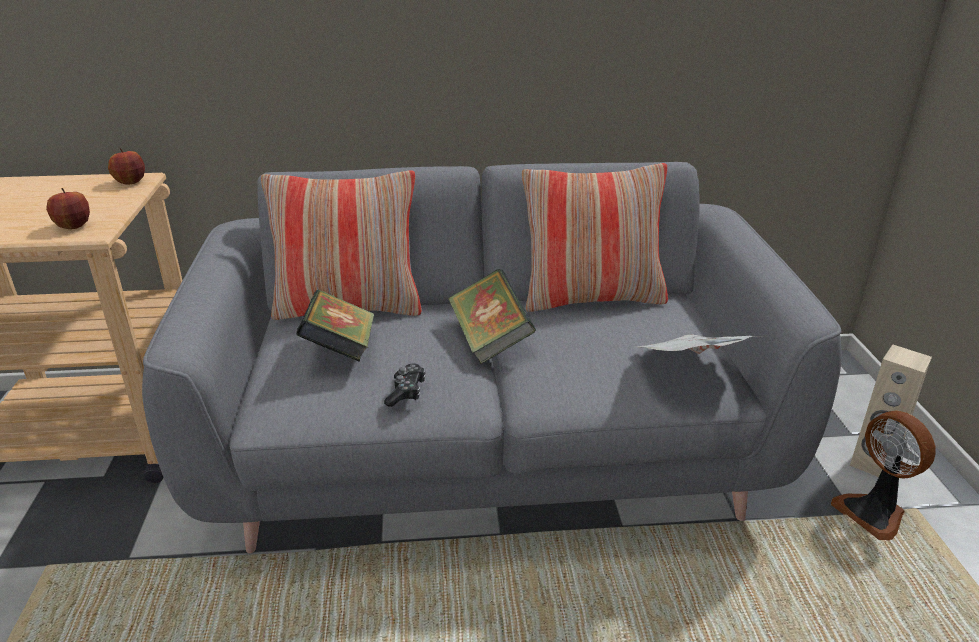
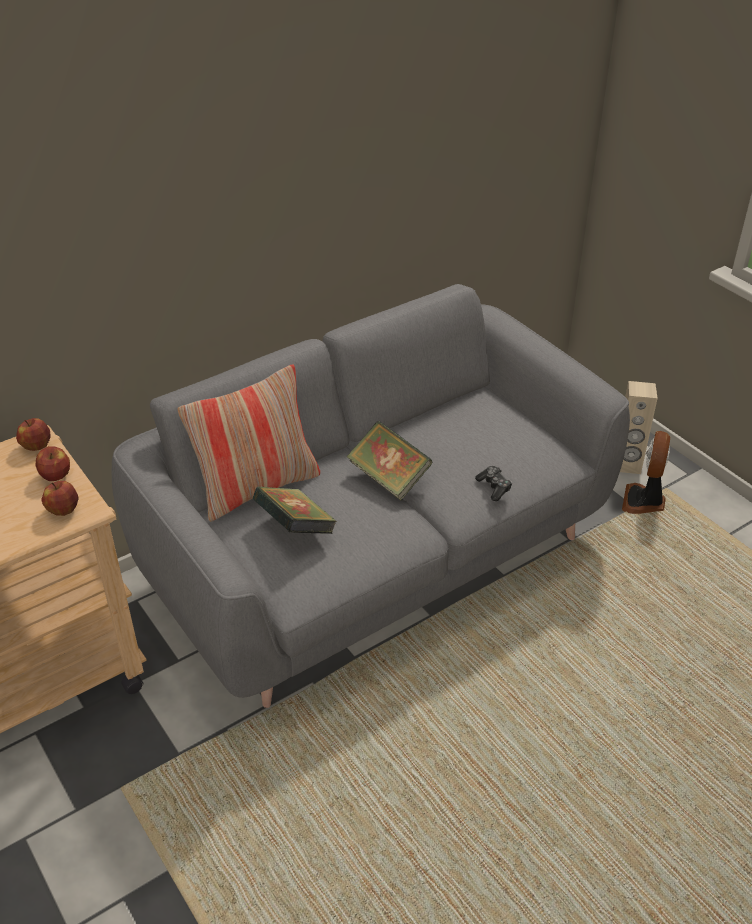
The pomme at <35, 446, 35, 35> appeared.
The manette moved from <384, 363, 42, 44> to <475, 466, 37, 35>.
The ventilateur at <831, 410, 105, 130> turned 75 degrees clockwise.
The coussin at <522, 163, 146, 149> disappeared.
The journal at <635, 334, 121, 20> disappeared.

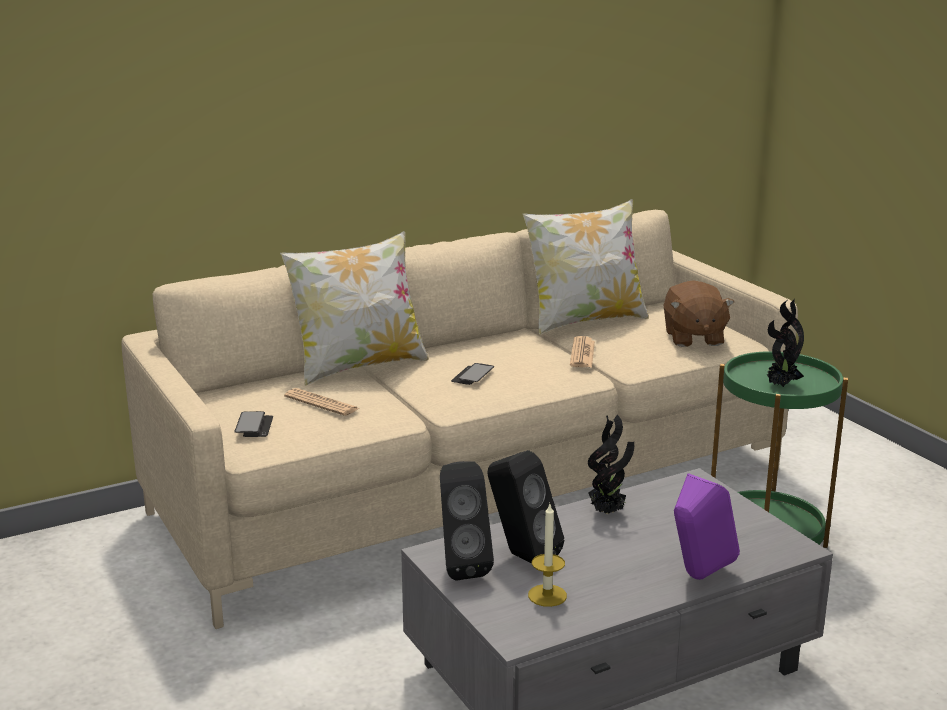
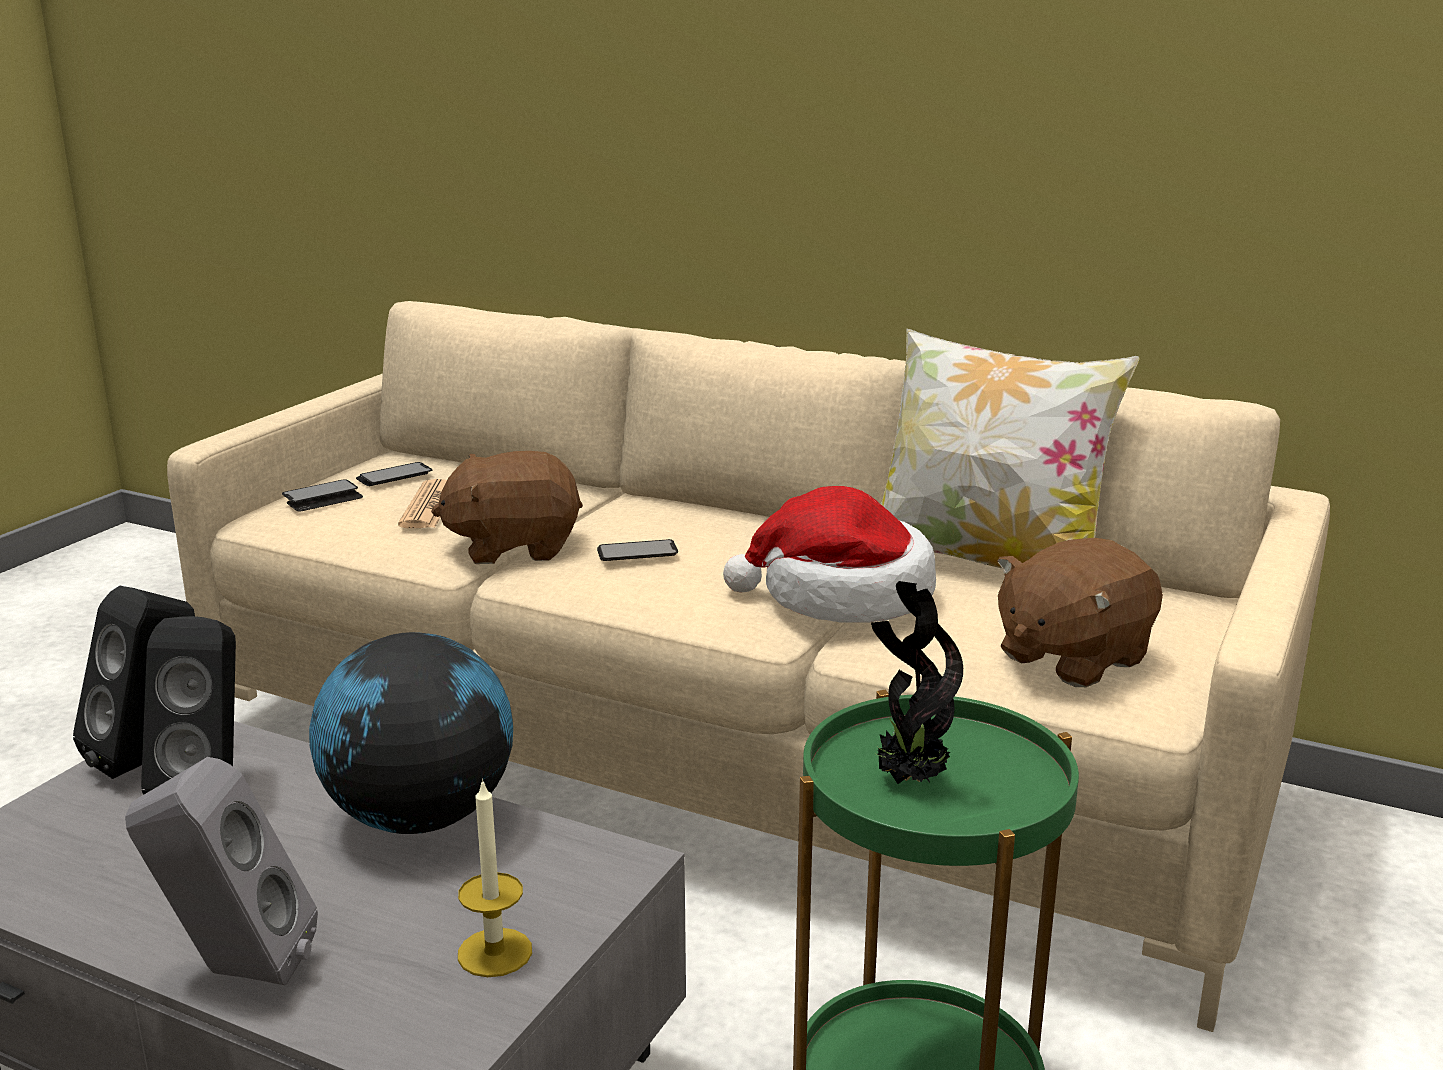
The enceinte (violet) at <674, 473, 66, 107> became the enceinte (gris) at <125, 757, 193, 228>.
The plante en pot at <588, 414, 46, 100> was replaced by the globe at <309, 632, 204, 202>.
The téléphone at <356, 462, 76, 24> appeared.
The peluche (marron) at <431, 451, 152, 113> appeared.
The bougie moved from <528, 504, 39, 103> to <458, 778, 74, 199>.
The journal at <570, 336, 25, 32> was replaced by the chapeau at <723, 486, 213, 137>.
The coussin at <280, 231, 149, 155> disappeared.

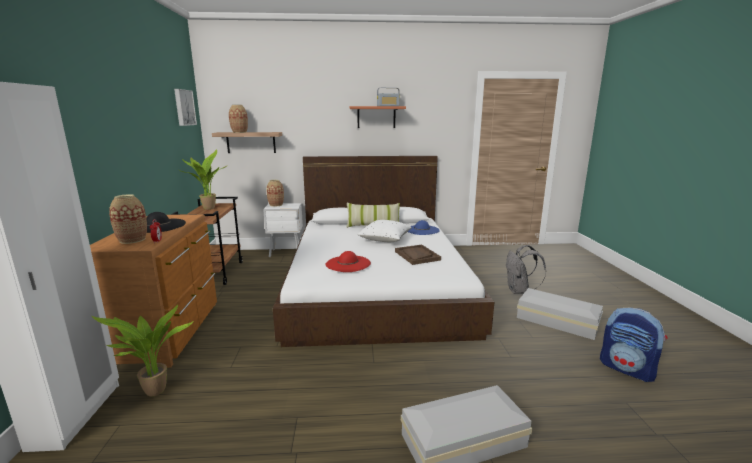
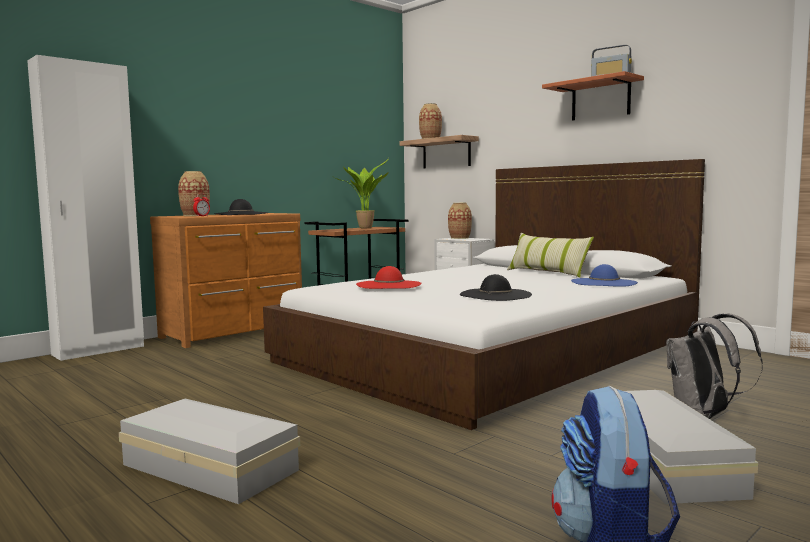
The plateau (marron) at <395, 244, 46, 21> was replaced by the chapeau (noir) at <460, 274, 72, 27>.
The plante en pot at <92, 305, 102, 91> disappeared.
The tableau at <174, 89, 23, 37> disappeared.
The coussin (blanc) at <357, 220, 55, 22> disappeared.

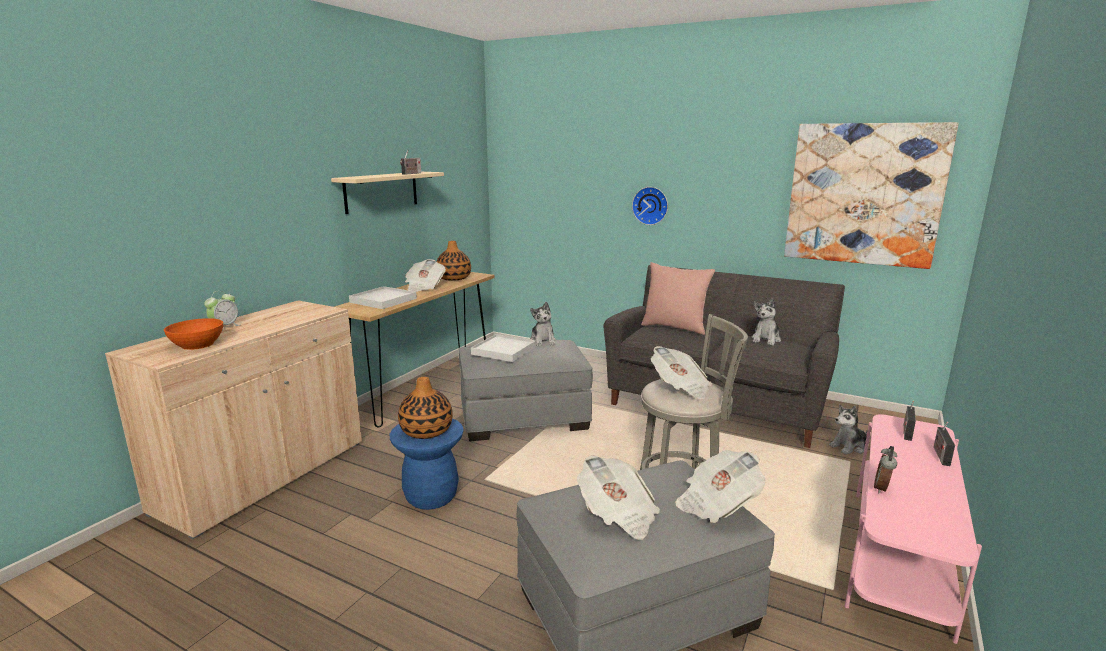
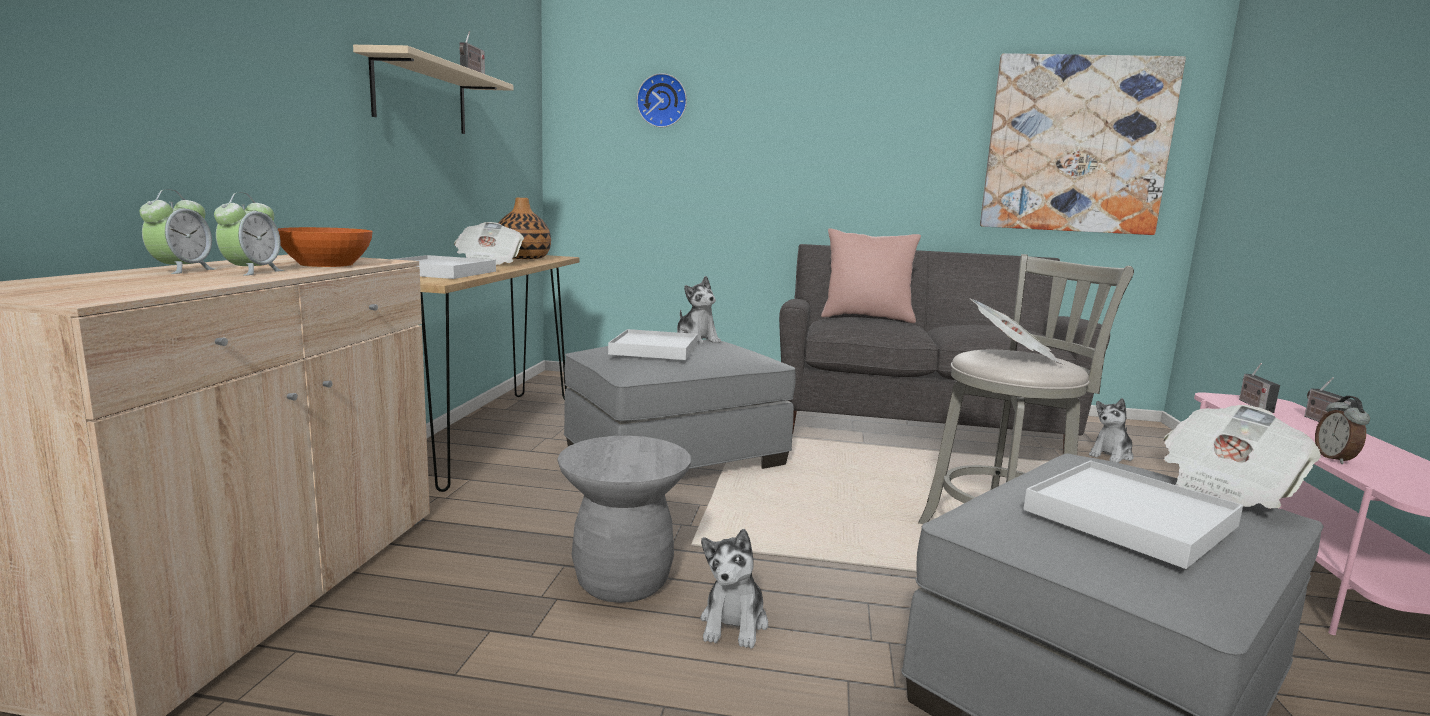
The réveil at <214, 193, 70, 83> appeared.
The bol (orange) moved from <164, 318, 59, 32> to <278, 227, 95, 40>.
The tabouret (bleu) at <390, 418, 74, 92> became the tabouret (gris) at <558, 436, 133, 167>.
The horloge murale moved from <632, 187, 36, 38> to <637, 73, 50, 54>.
The peluche moved from <752, 298, 29, 47> to <701, 529, 67, 120>.
The journal at <577, 455, 83, 85> was replaced by the plateau (blanc) at <1023, 460, 220, 109>.
The vase at <398, 377, 55, 62> disappeared.

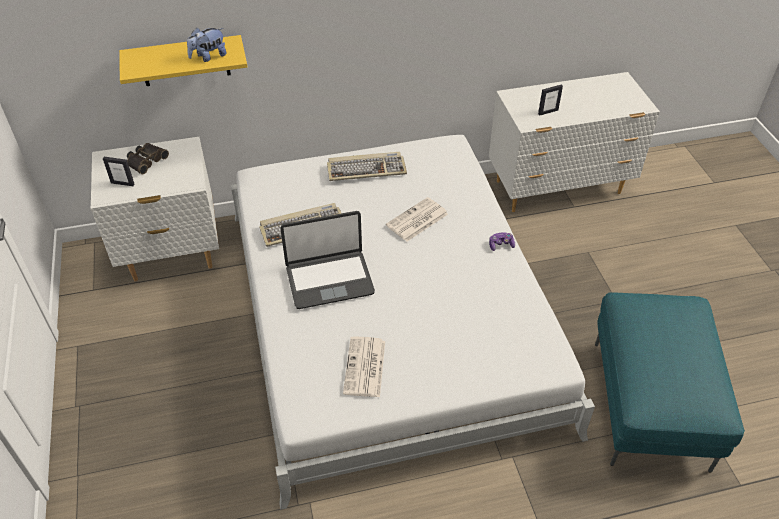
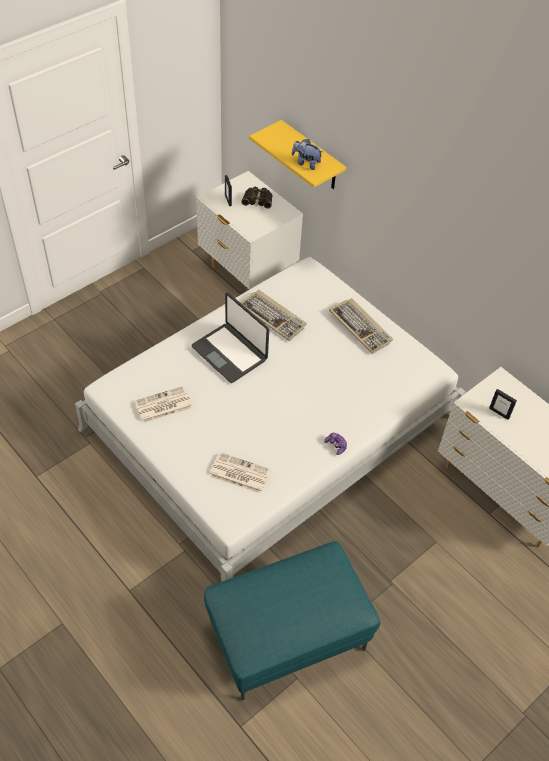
The journal moved from <386, 197, 62, 45> to <209, 452, 62, 42>.

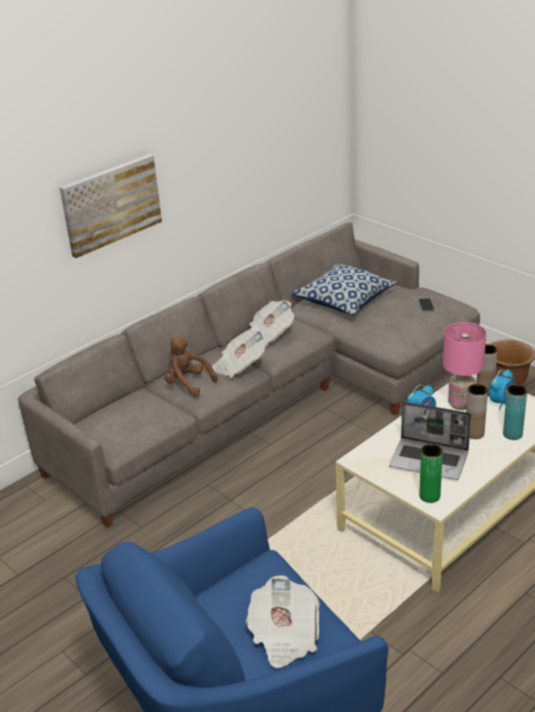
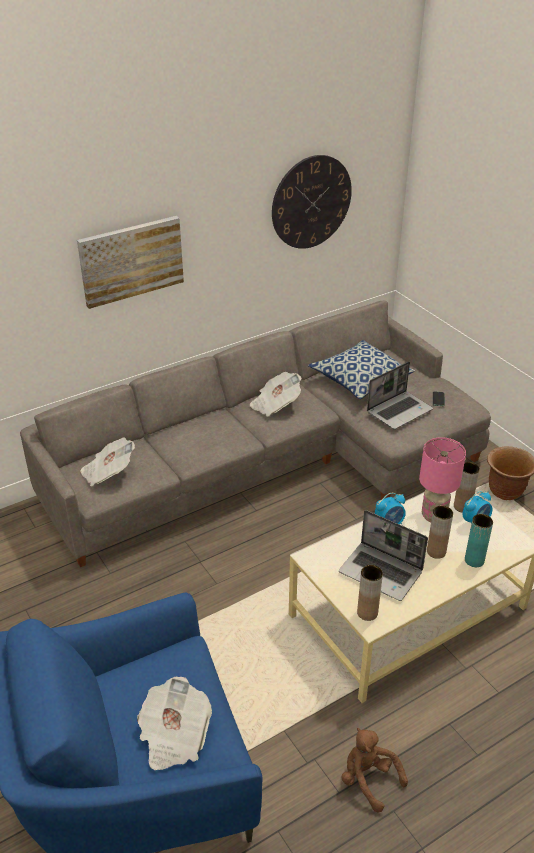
The journal moved from <212, 330, 53, 48> to <80, 437, 55, 49>.
The horloge murale at <272, 155, 80, 94> appeared.
The peluche (marron) moved from <165, 336, 53, 61> to <341, 728, 67, 85>.
The vase (vert) at <419, 444, 24, 59> became the vase (marron) at <357, 565, 26, 56>.
The ordinateur portable at <367, 361, 66, 68> appeared.

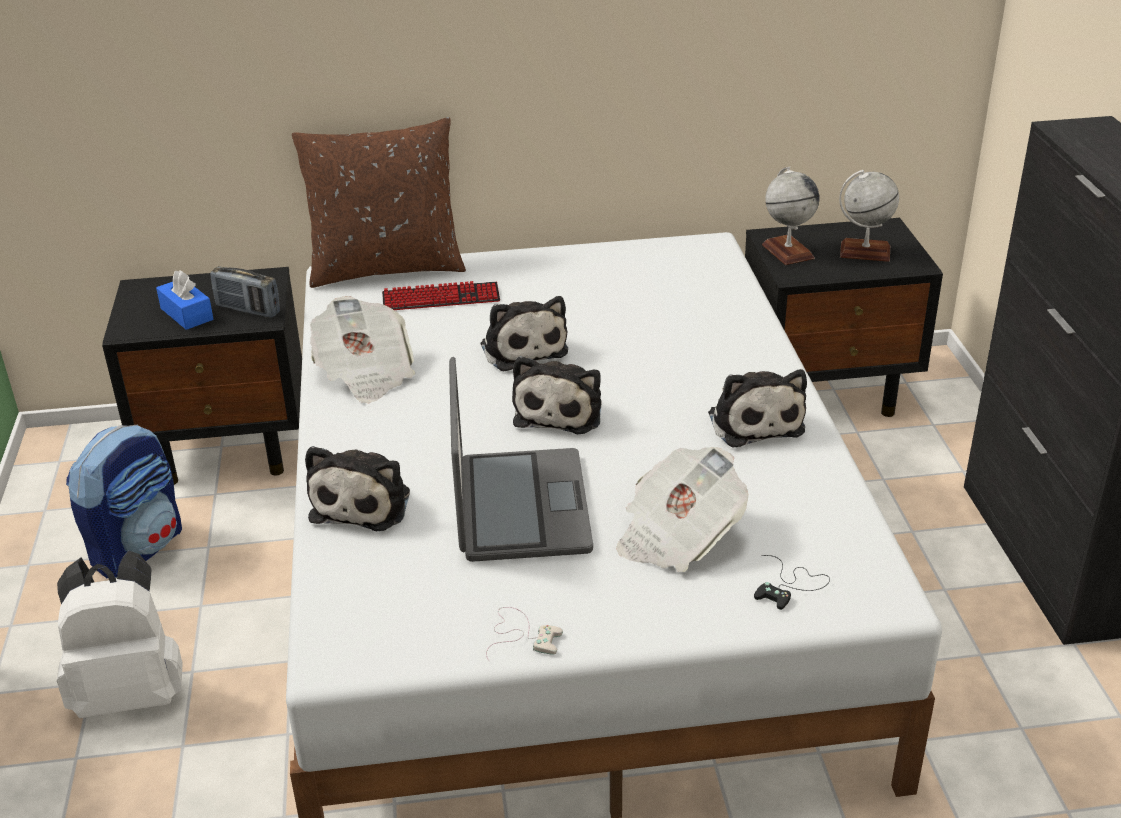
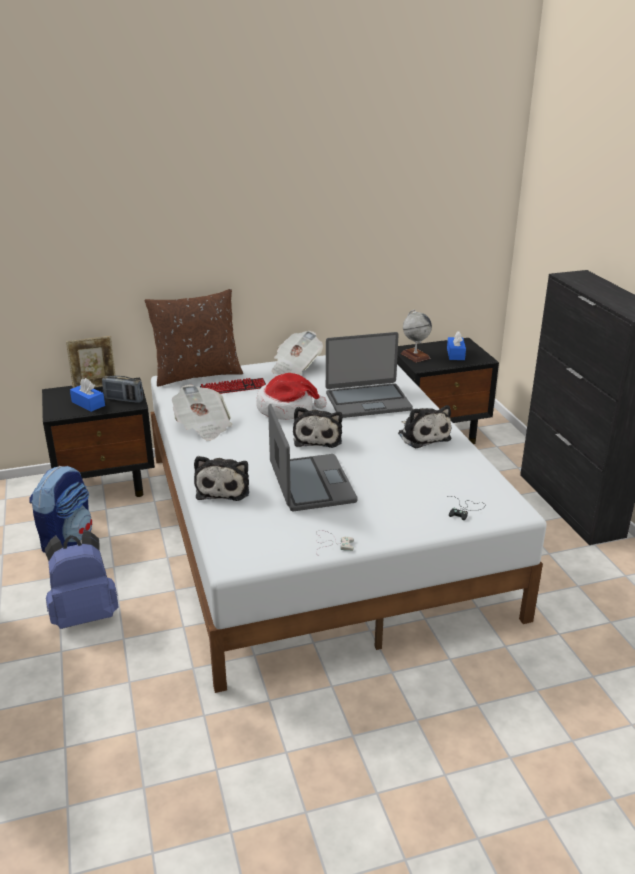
The sac à dos (blanc) at <57, 550, 126, 168> became the sac à dos (bleu) at <45, 529, 74, 100>.
The cadre photo at <66, 336, 50, 52> appeared.
The peluche at <480, 296, 88, 76> was replaced by the chapeau at <256, 373, 71, 47>.
The journal moved from <616, 447, 132, 125> to <272, 331, 51, 44>.
The ordinateur portable at <326, 332, 87, 86> appeared.
The globe at <839, 170, 60, 92> was replaced by the boîte à mouchoirs (bleu) at <447, 331, 19, 29>.

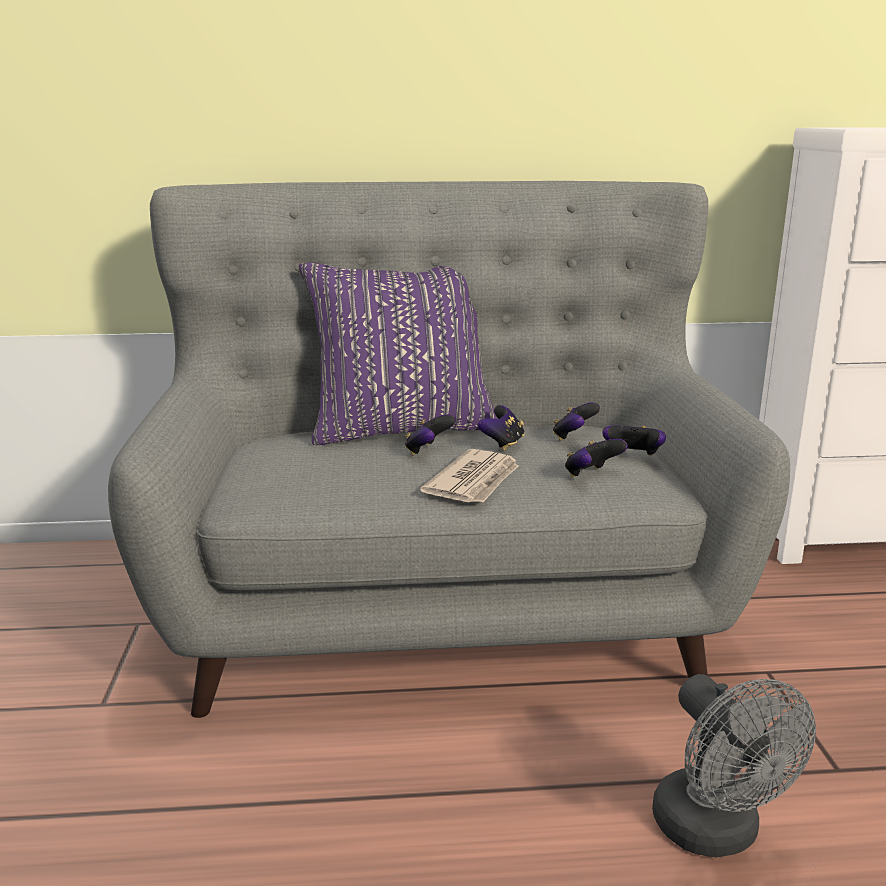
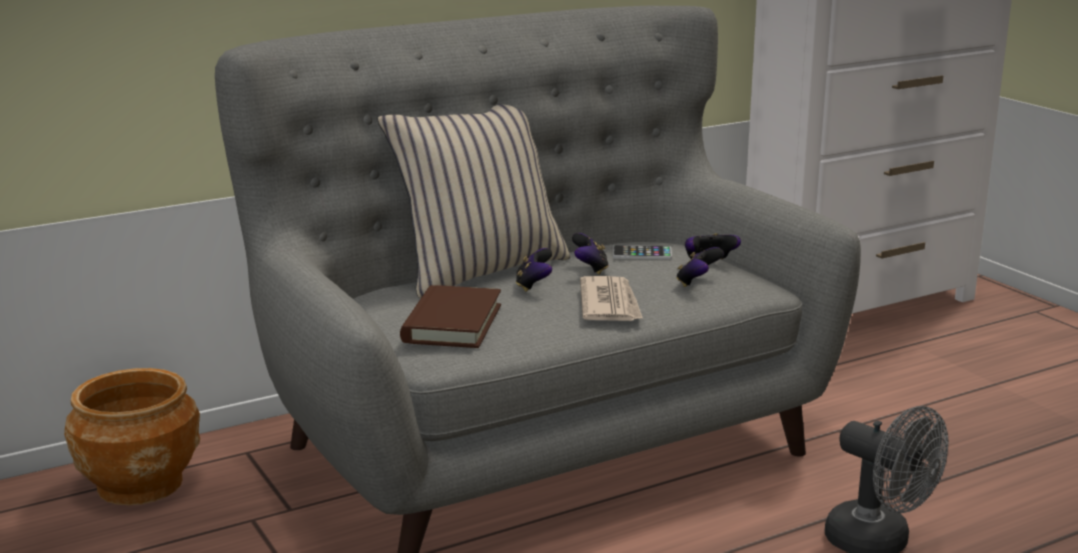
The cache-pot (marron) at <64, 368, 136, 137> appeared.
The coussin (violet) at <299, 263, 198, 182> became the coussin (beige) at <377, 104, 194, 194>.
The livre (marron) at <400, 285, 101, 63> appeared.
The manette at <553, 402, 47, 39> was replaced by the téléphone at <613, 245, 59, 14>.

